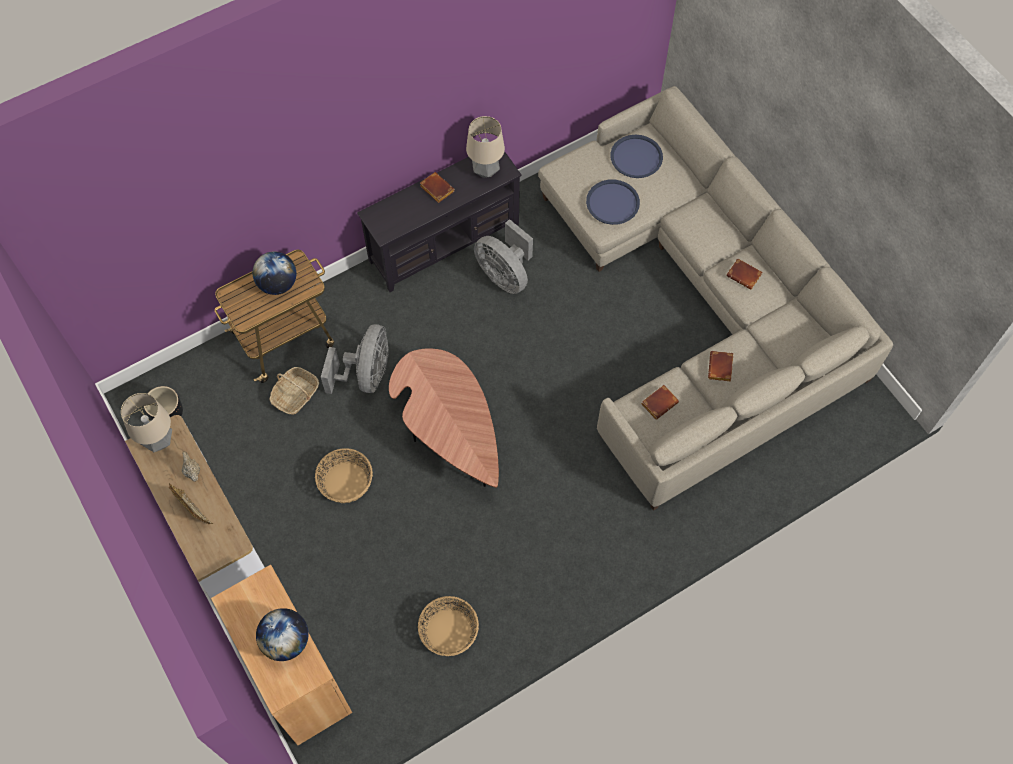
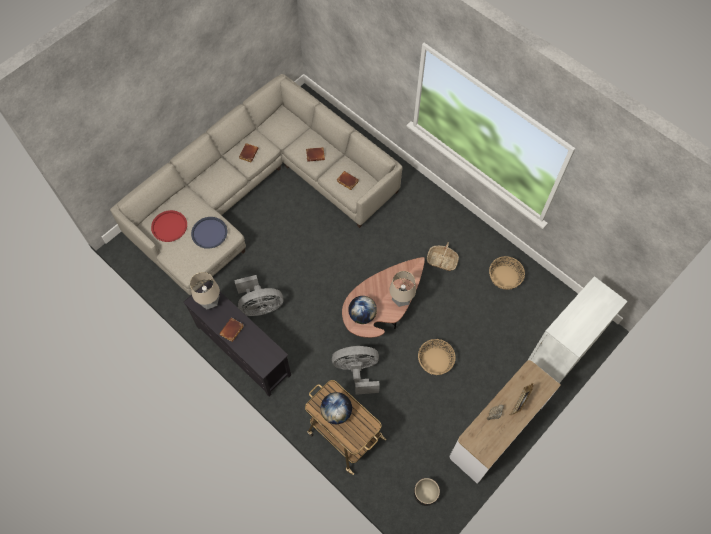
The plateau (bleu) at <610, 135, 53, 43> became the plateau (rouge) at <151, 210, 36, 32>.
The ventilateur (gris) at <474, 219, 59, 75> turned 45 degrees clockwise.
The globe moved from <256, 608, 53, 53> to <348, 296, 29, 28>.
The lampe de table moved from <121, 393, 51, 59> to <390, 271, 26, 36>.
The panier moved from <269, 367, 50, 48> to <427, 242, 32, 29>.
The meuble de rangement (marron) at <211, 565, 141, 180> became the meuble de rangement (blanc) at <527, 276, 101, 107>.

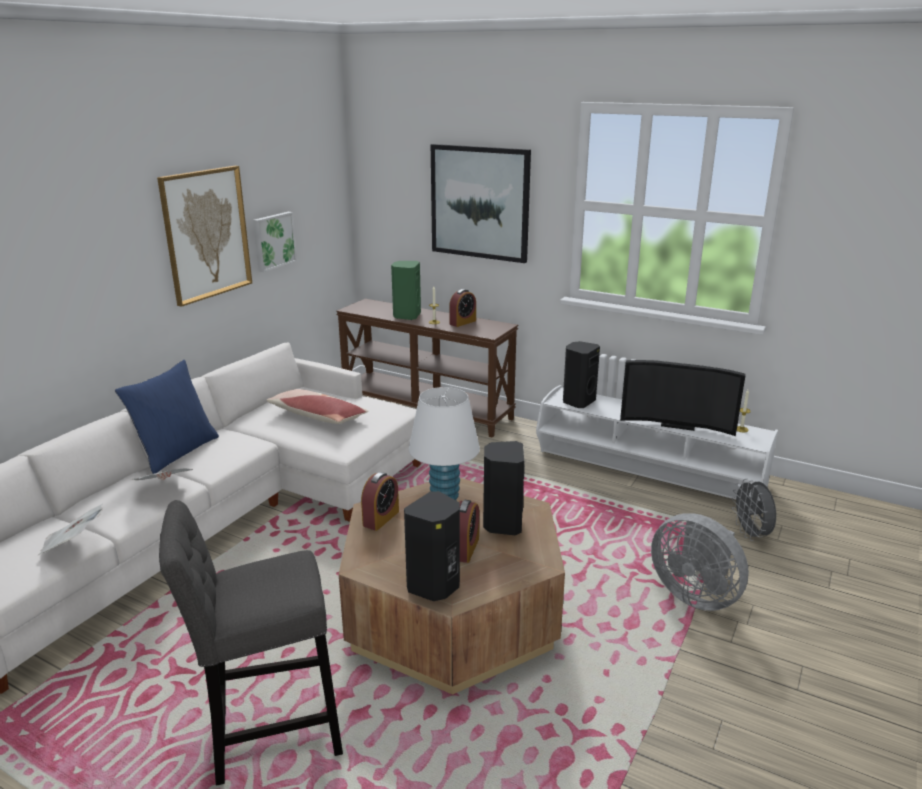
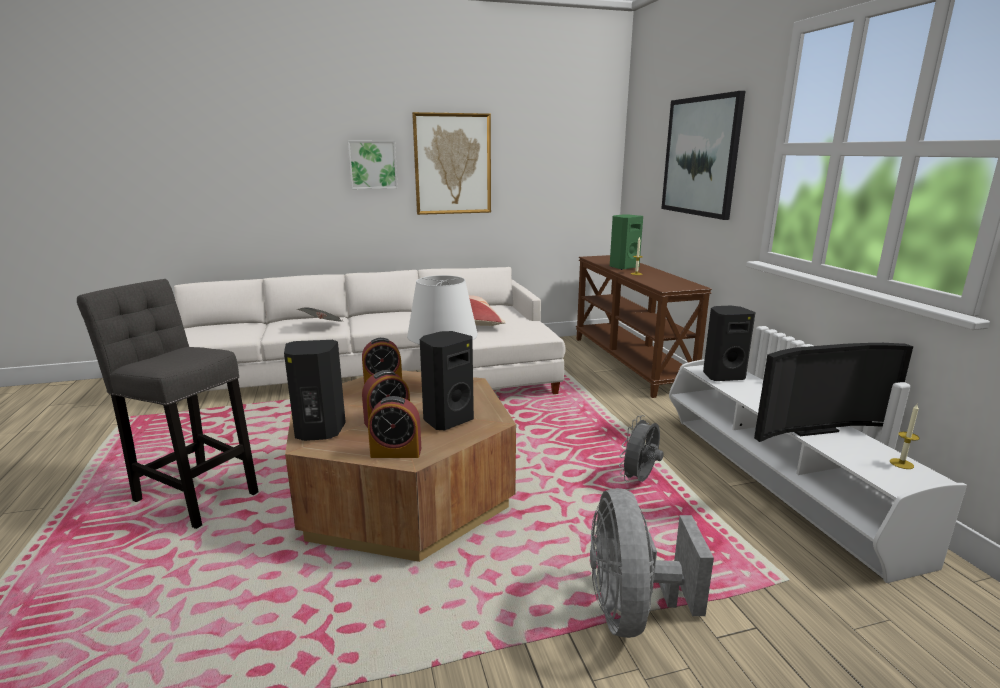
The tableau moved from <253, 212, 44, 60> to <348, 141, 50, 48>.
The réveil moved from <449, 289, 27, 38> to <368, 396, 53, 62>.
The ventilateur (gris) moved from <732, 479, 44, 62> to <619, 415, 45, 67>.
The téléviseur at <620, 360, 125, 76> turned 75 degrees counterclockwise.
The journal at <38, 504, 65, 51> disappeared.
The coussin (bleu) at <115, 360, 104, 114> disappeared.

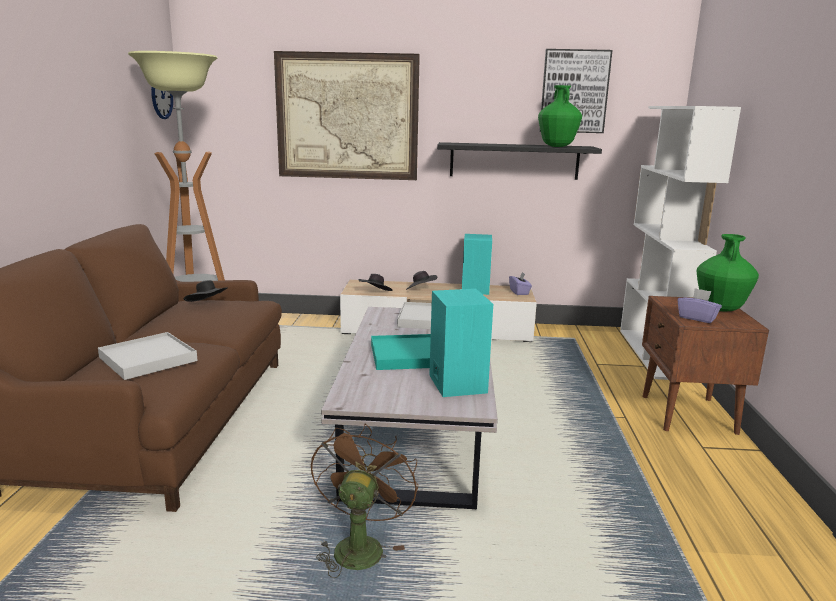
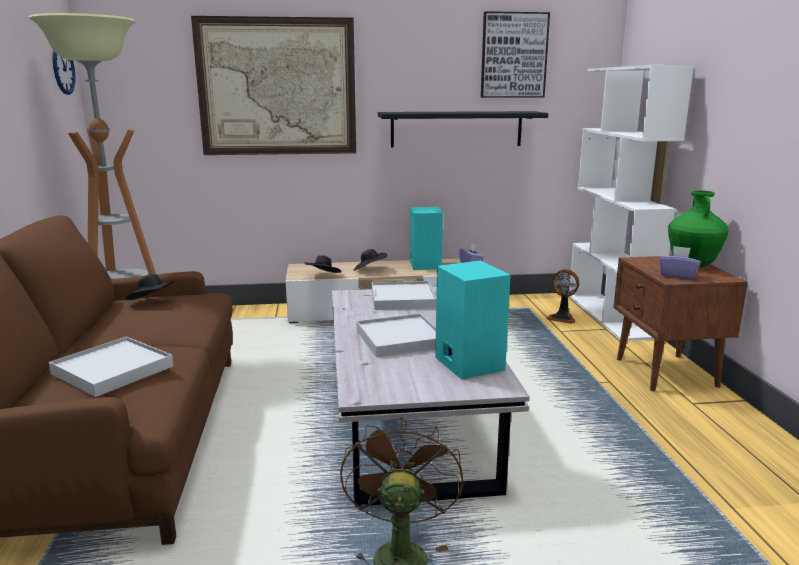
The plateau (turquoise) at <371, 334, 60, 36> became the plateau (blanc) at <356, 313, 80, 44>.
The ventilateur at <546, 269, 33, 55> appeared.
The vase (vert) at <538, 85, 44, 62> disappeared.

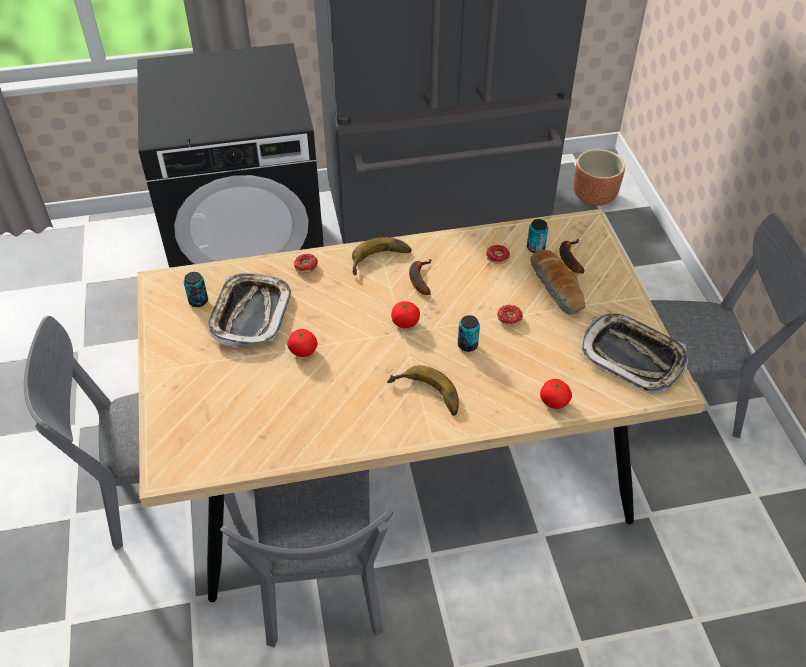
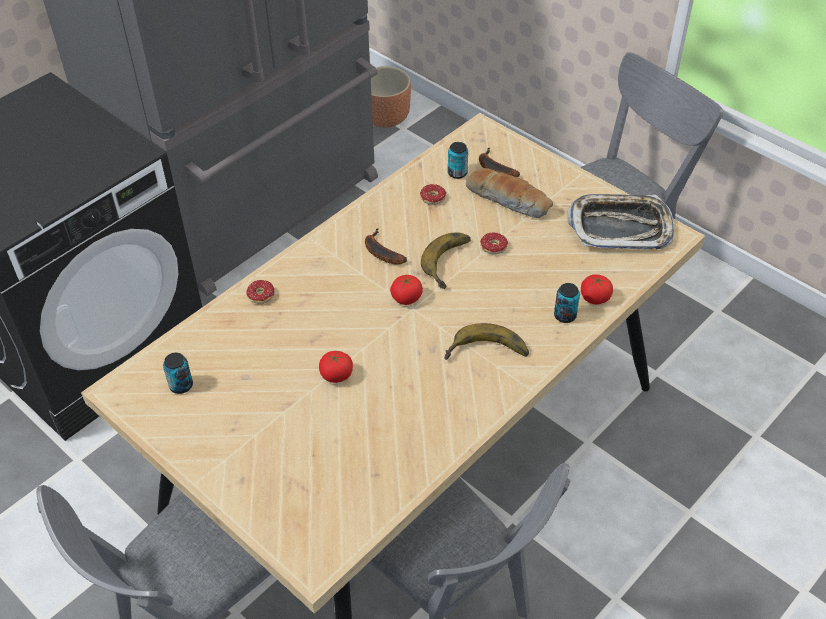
The banane moved from <352, 237, 60, 38> to <421, 232, 50, 57>.
The boîte métallique moved from <458, 315, 22, 37> to <554, 283, 26, 40>.
The plateau at <208, 273, 83, 75> disappeared.

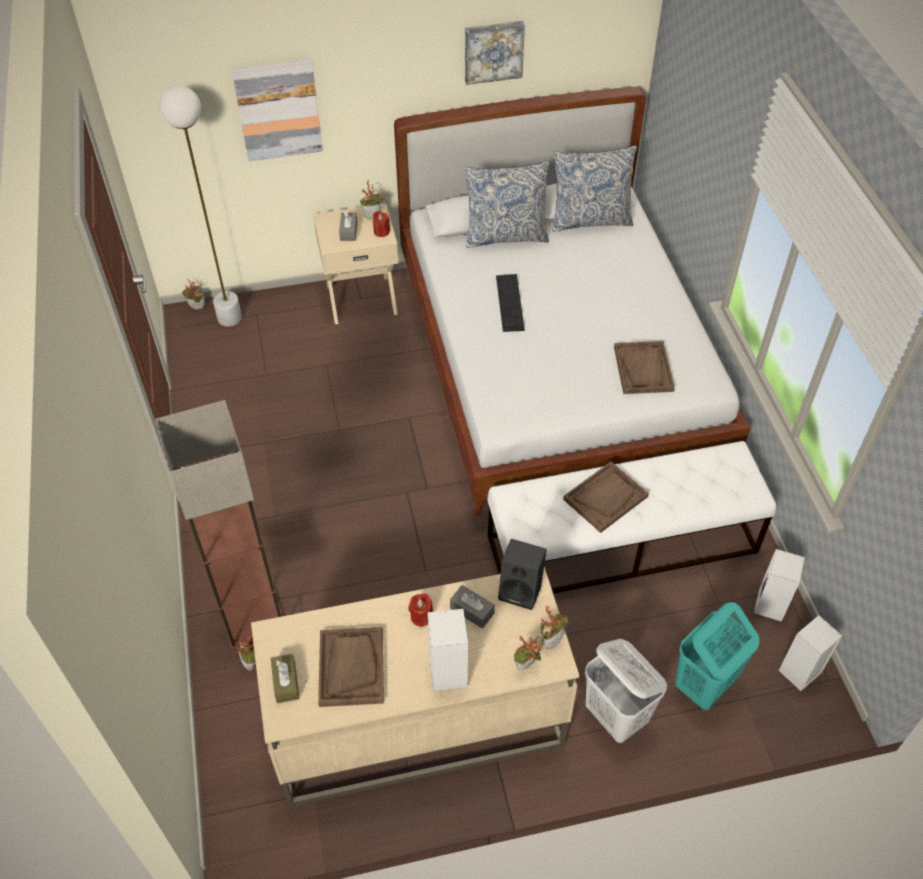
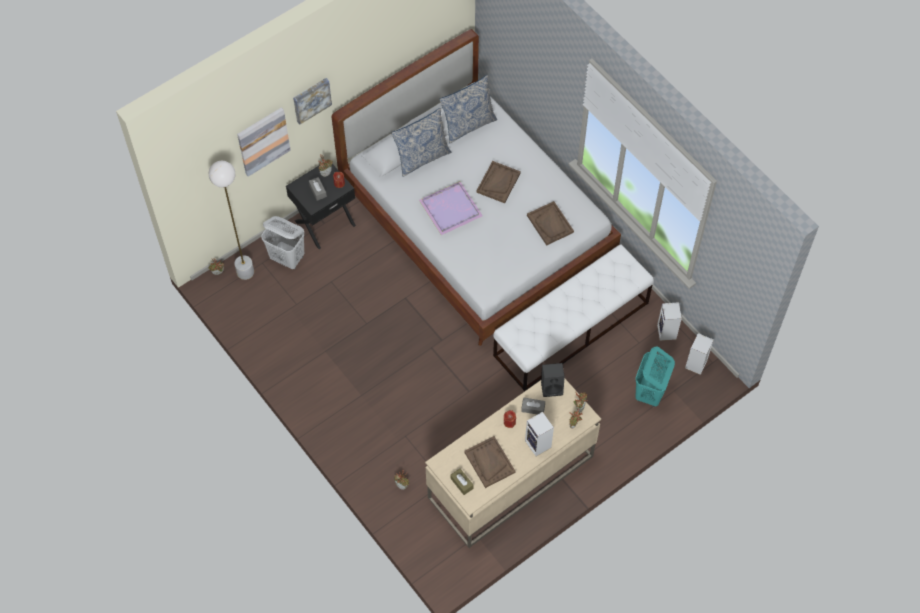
The panier à linge (blanc) moved from <585, 639, 82, 104> to <261, 216, 43, 53>.
The table de chevet (beige) at <313, 203, 85, 121> became the table de chevet (noir) at <286, 159, 70, 90>.
The tableau moved from <465, 21, 60, 64> to <293, 78, 39, 46>.
The clavier at <496, 274, 29, 58> was replaced by the plateau (violet) at <419, 181, 64, 54>.
The plateau (marron) moved from <563, 462, 86, 71> to <477, 161, 44, 42>.
The lampadaire at <155, 400, 127, 251> disappeared.

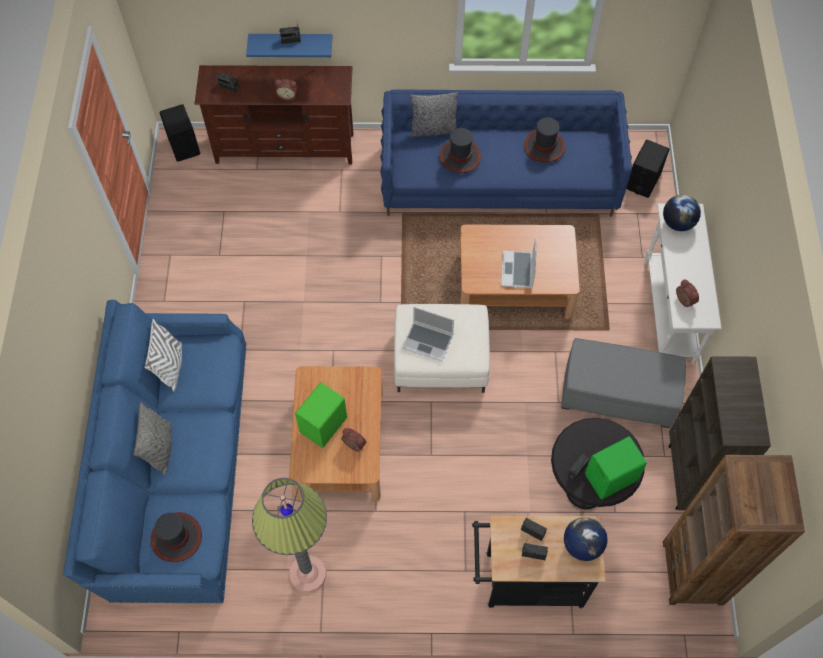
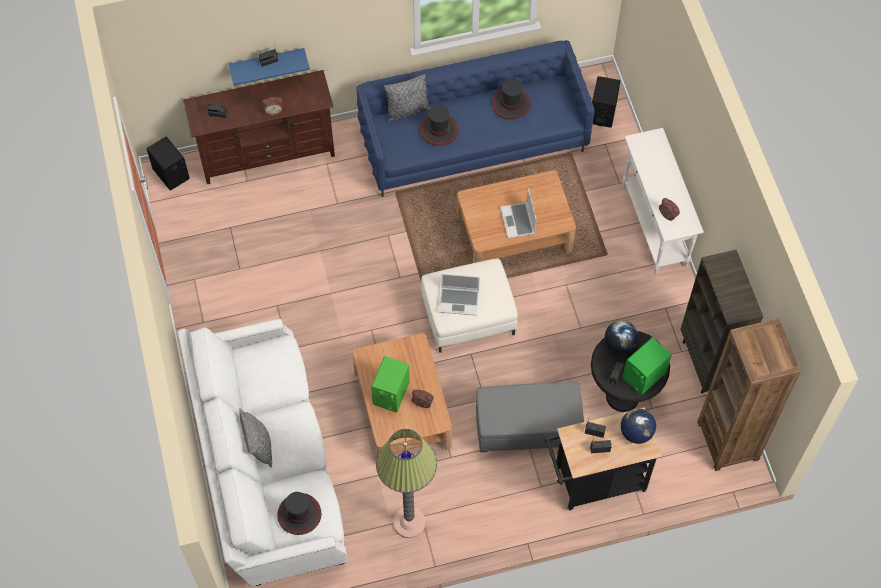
The canapé (bleu) at <63, 300, 184, 303> became the canapé (blanc) at <178, 319, 170, 267>.
The pouf (gris) moved from <561, 338, 125, 90> to <476, 382, 108, 71>.
The globe moved from <663, 195, 38, 36> to <605, 320, 34, 34>.
The coussin (blanc) at <145, 319, 37, 72> disappeared.

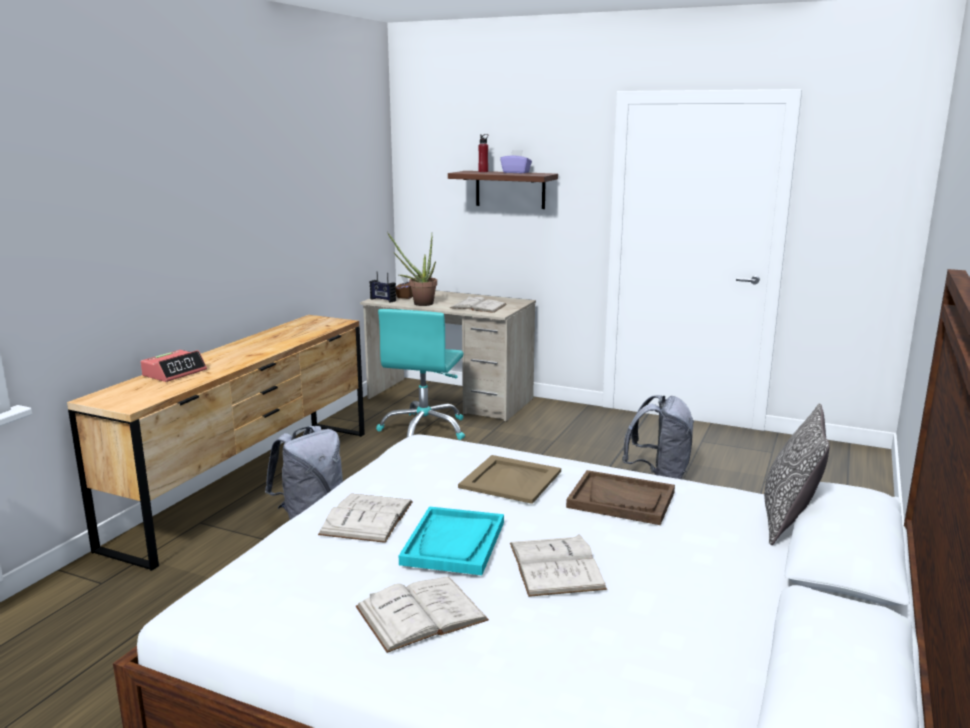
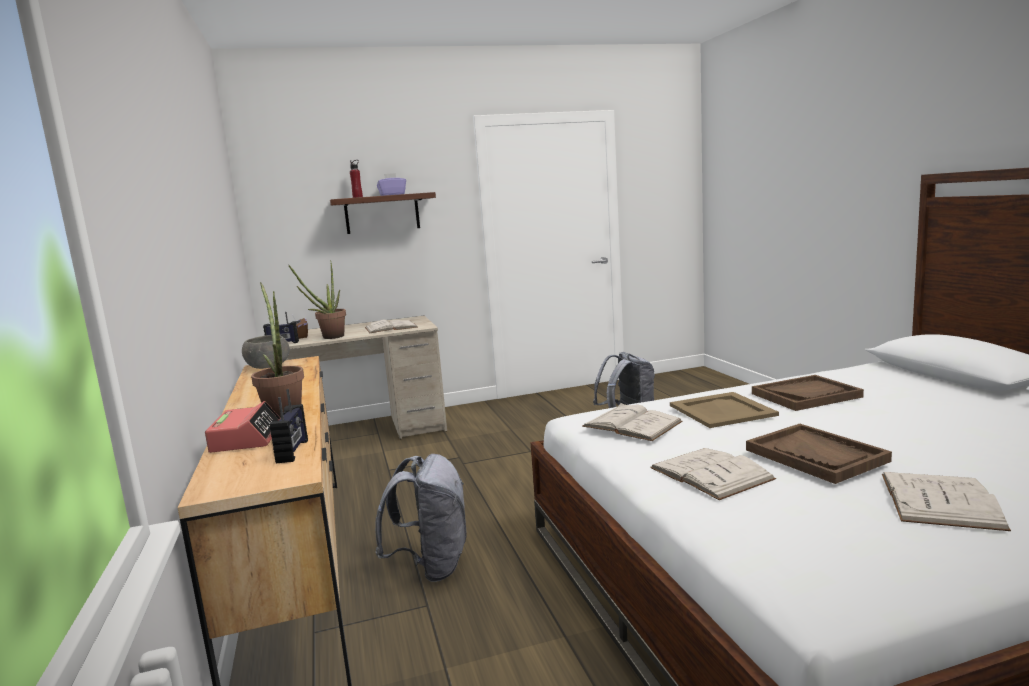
The bol (gris) at <242, 335, 48, 34> appeared.
The plante en pot at <251, 282, 53, 136> appeared.
The radio at <270, 389, 38, 74> appeared.
The livre (blanc) moved from <510, 534, 97, 63> to <582, 403, 101, 38>.
The plateau (turquoise) at <399, 506, 105, 69> became the plateau (marron) at <746, 424, 146, 60>.
The chaise de bureau (turquoise) at <376, 309, 89, 131> disappeared.
The coussin at <764, 403, 65, 142> disappeared.

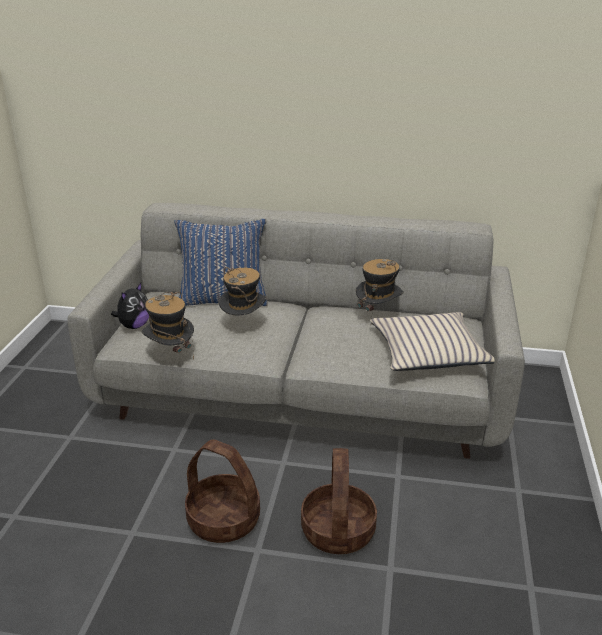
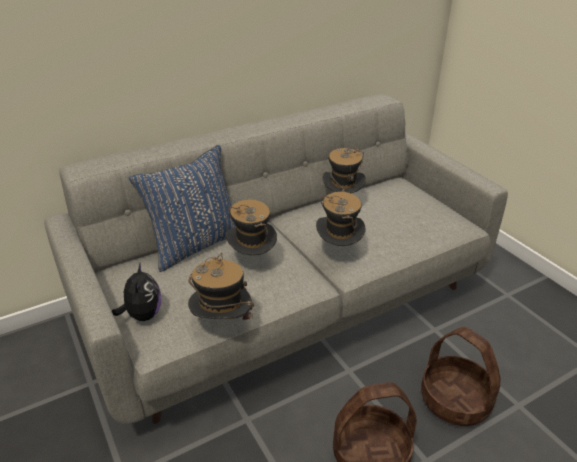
The chapeau at <316, 192, 50, 54> appeared.
The coussin (beige) at <370, 312, 125, 59> disappeared.

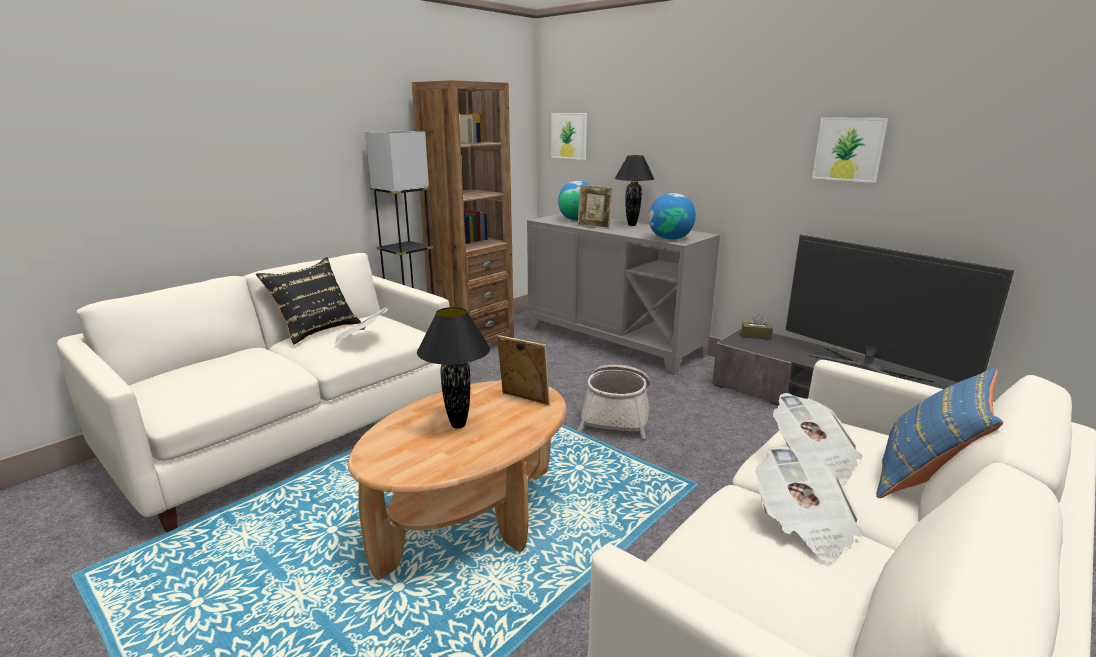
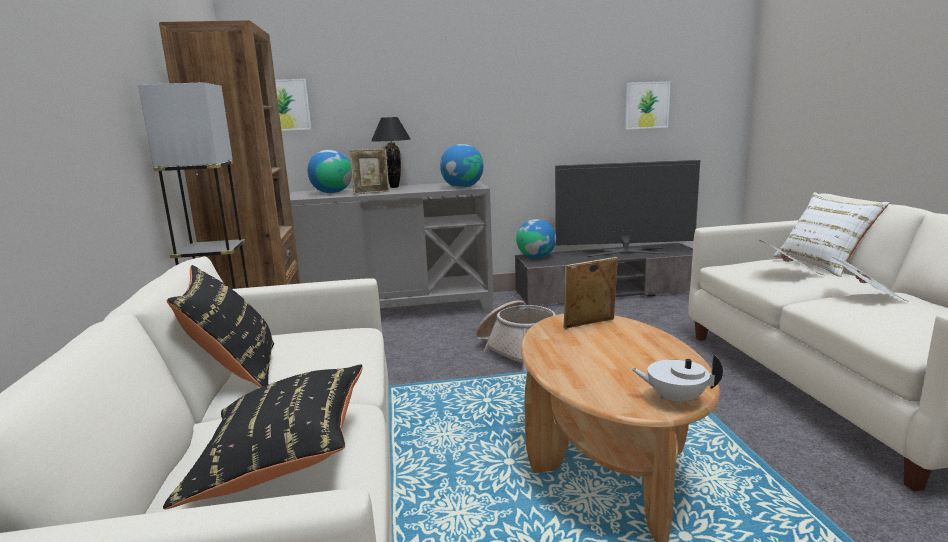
The coussin (noir) at <163, 364, 200, 145> appeared.
The boîte à mouchoirs (marron) at <741, 314, 32, 26> was replaced by the globe at <516, 219, 40, 39>.
The tableau moved from <812, 117, 76, 66> to <625, 81, 45, 49>.
The théière (blanc) at <630, 354, 93, 52> appeared.
The coussin (bleu) at <876, 368, 127, 130> became the coussin (blanc) at <773, 192, 116, 85>.
The journal at <336, 308, 52, 35> disappeared.
The lampe de table (noir) at <417, 307, 73, 122> disappeared.

